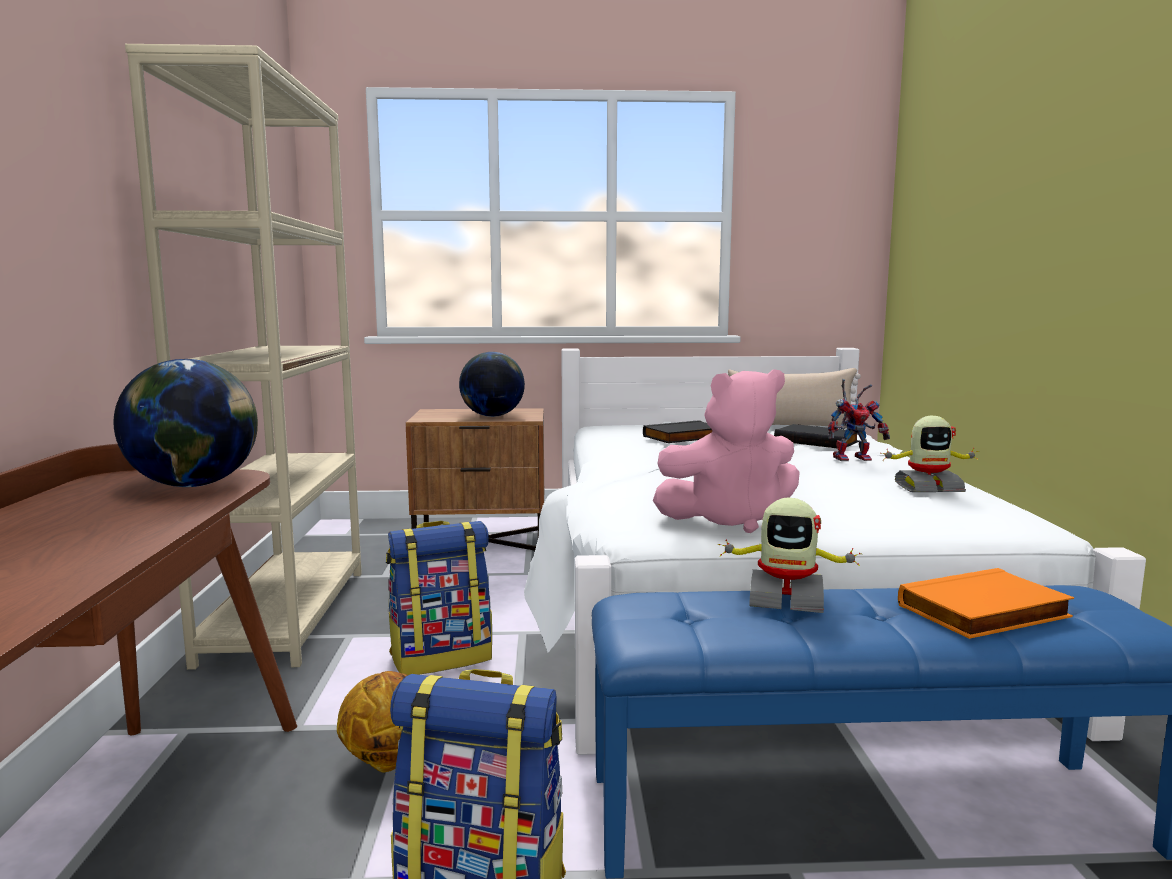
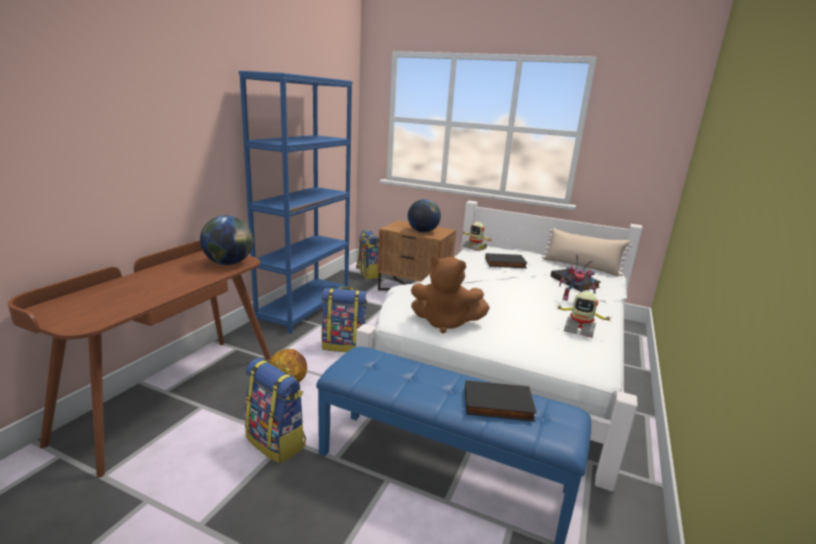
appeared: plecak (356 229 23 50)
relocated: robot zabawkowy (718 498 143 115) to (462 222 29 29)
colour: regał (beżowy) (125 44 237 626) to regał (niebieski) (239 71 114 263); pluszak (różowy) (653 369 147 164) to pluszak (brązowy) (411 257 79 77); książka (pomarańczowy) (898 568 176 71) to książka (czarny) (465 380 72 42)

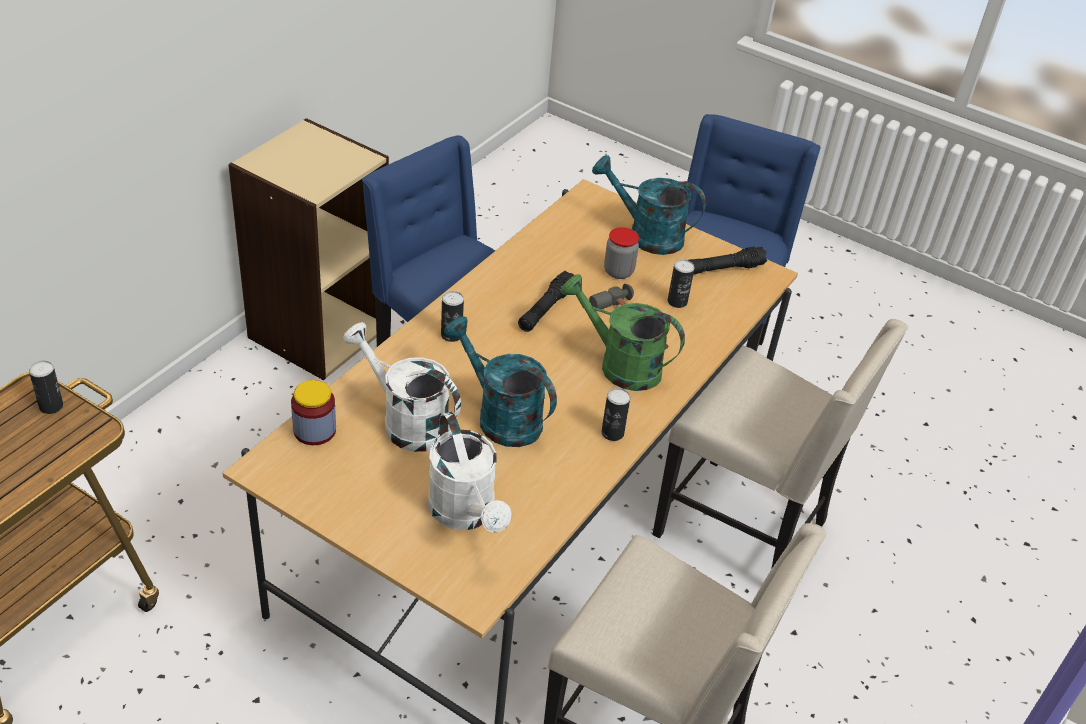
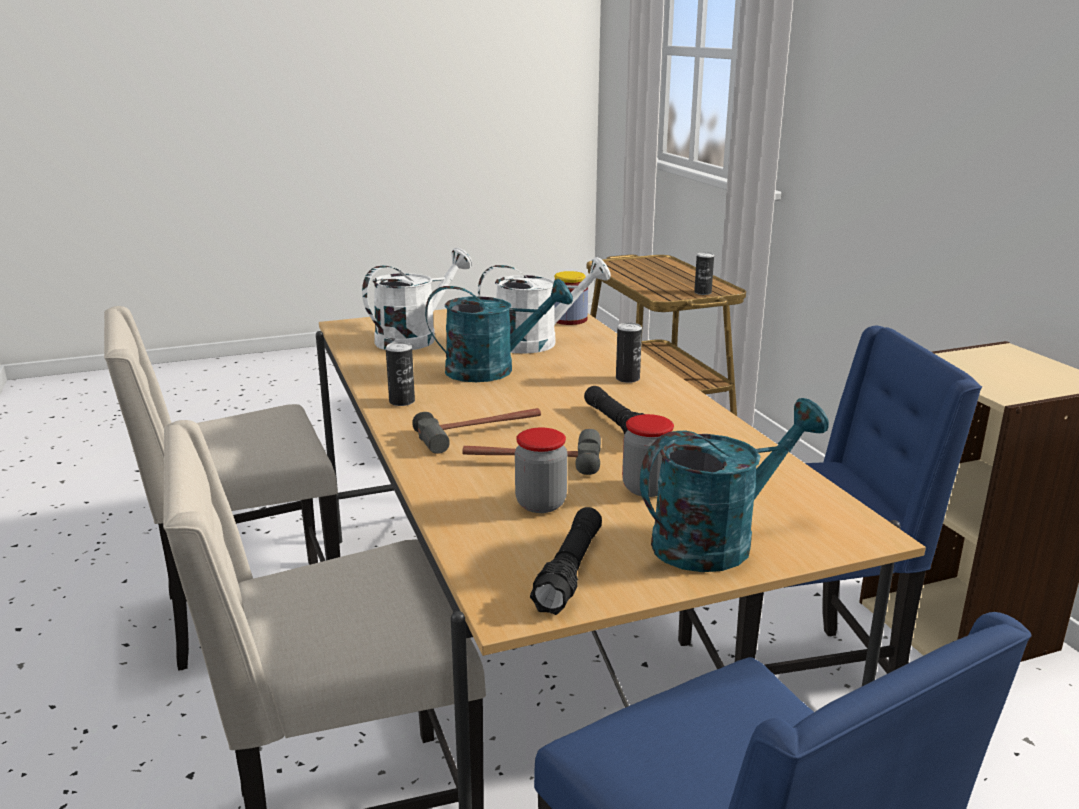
exchanged: konewka (zielony) (561 274 124 117) to młotek (412 408 129 46); puszka (667 259 28 49) to słoik (515 428 52 85)
spun: konewka (biały) (428 412 83 120) = (362 248 110 102) 120 degrees clockwise

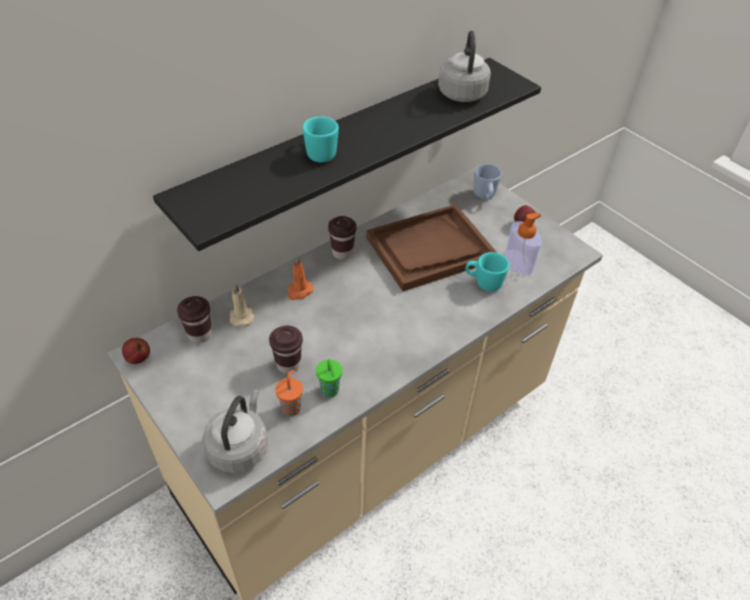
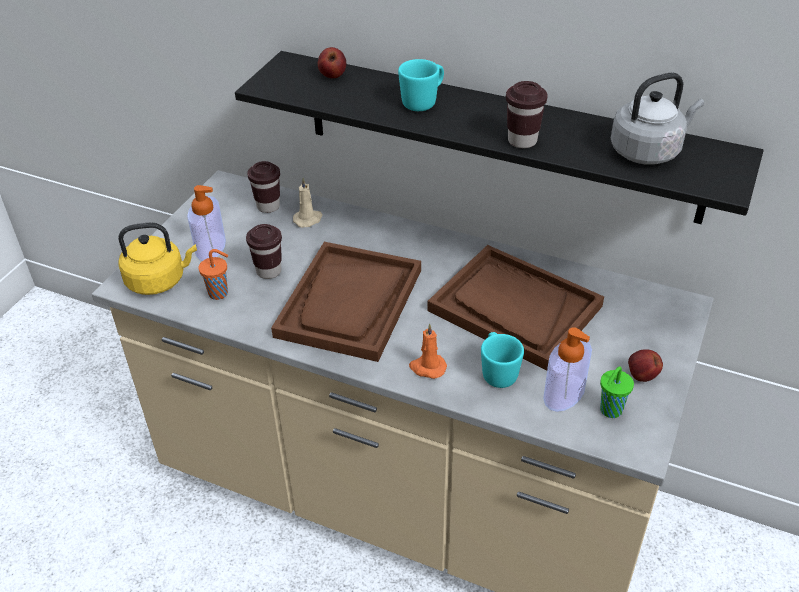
missing: kubek (niebieski) (474 164 28 36)
appeared: dozownik mydła (187 185 39 76); taca (brązowy) (271 242 150 120)
relocated: jabłko (122 338 28 26) to (318 47 28 31); świeca (pomarańczowy) (288 257 26 43) to (409 323 38 56); filiżanka (zielony) (316 359 27 38) to (600 366 34 52); filiżanka (brązowy) (328 216 29 44) to (506 81 42 67)
colour: czajnik (szary) (203 389 65 84) to czajnik (żółty) (118 222 79 73)

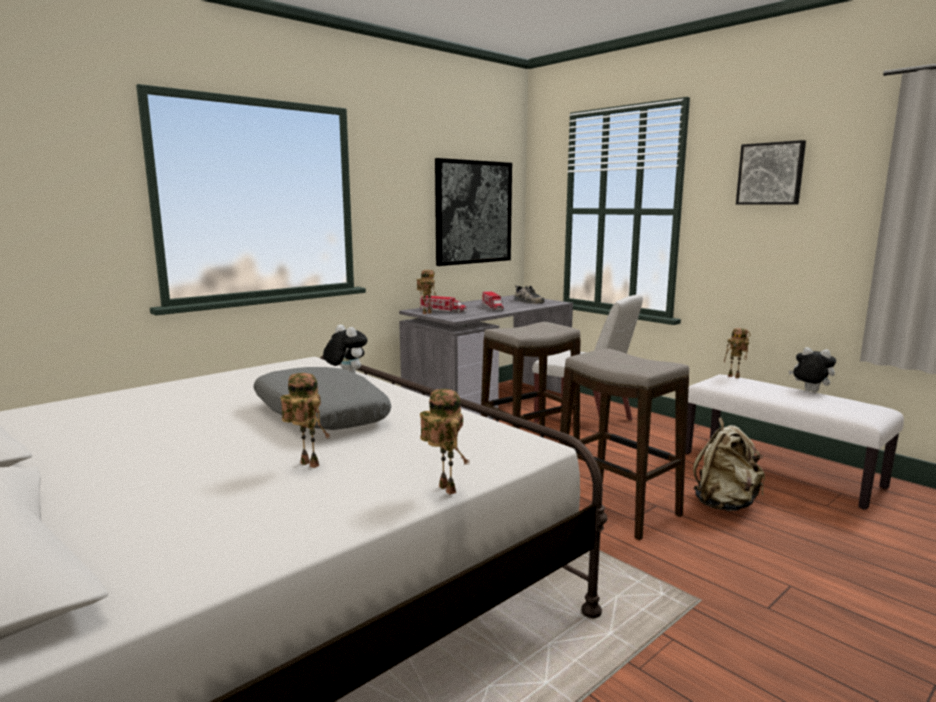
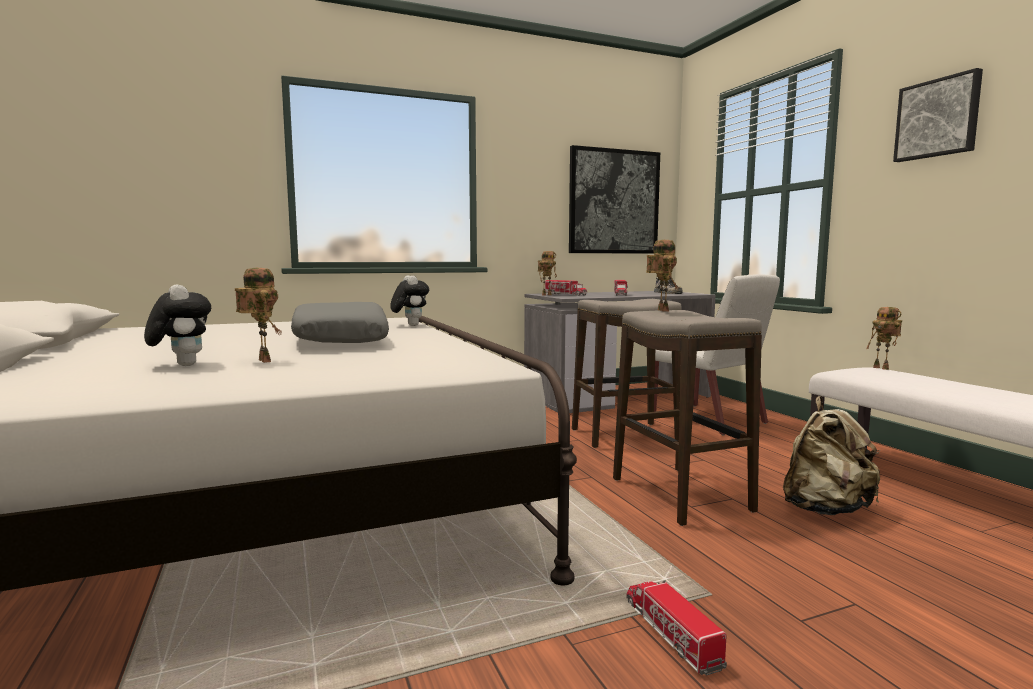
appeared: ciężarówka zabawkowa (627 580 100 96)
relocated: robot zabawkowy (420 389 49 106) to (646 240 33 72); pluszak (788 347 48 45) to (144 285 67 81)

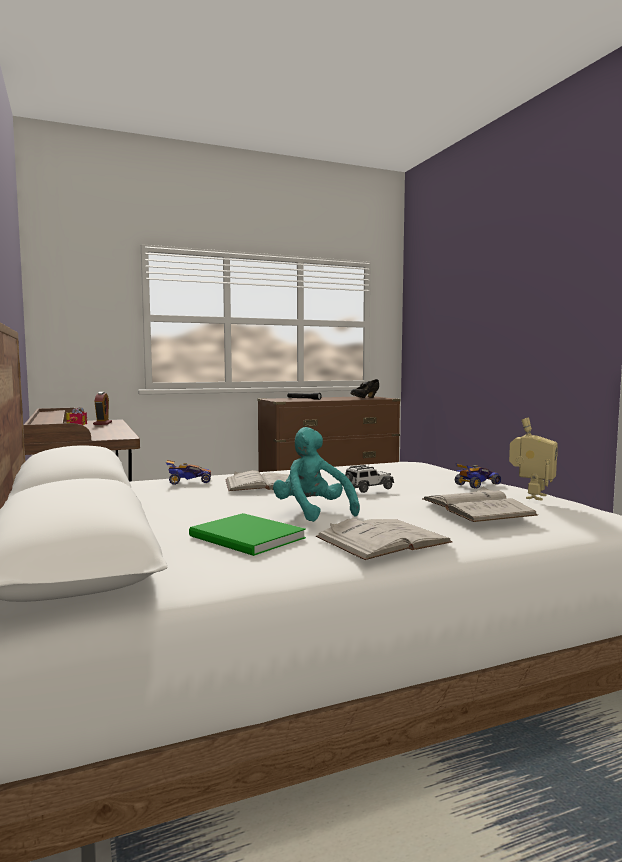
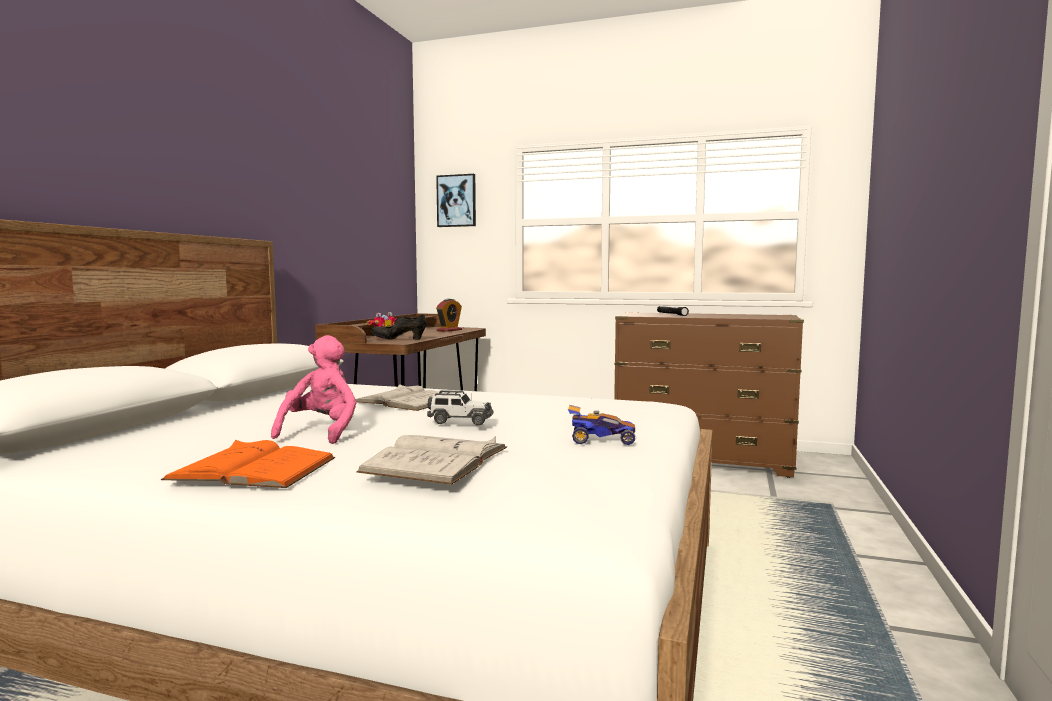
missing: samochodzik (166 460 45 25); książka (zielony) (189 513 117 43); robot zabawkowy (509 417 49 84)
appeared: obraz (436 174 40 53)
relocated: but (czarny) (350 379 29 19) to (371 314 56 26)
colour: pluszak (turkusowy) (273 427 87 95) to pluszak (różowy) (271 335 85 109); książka (biały) (316 518 137 42) to książka (pomarańczowy) (161 440 174 48)

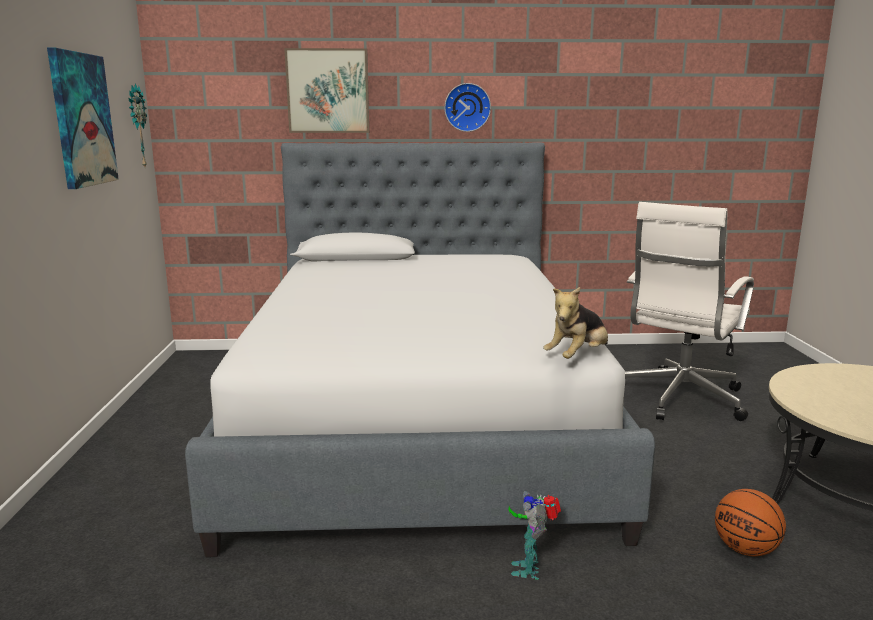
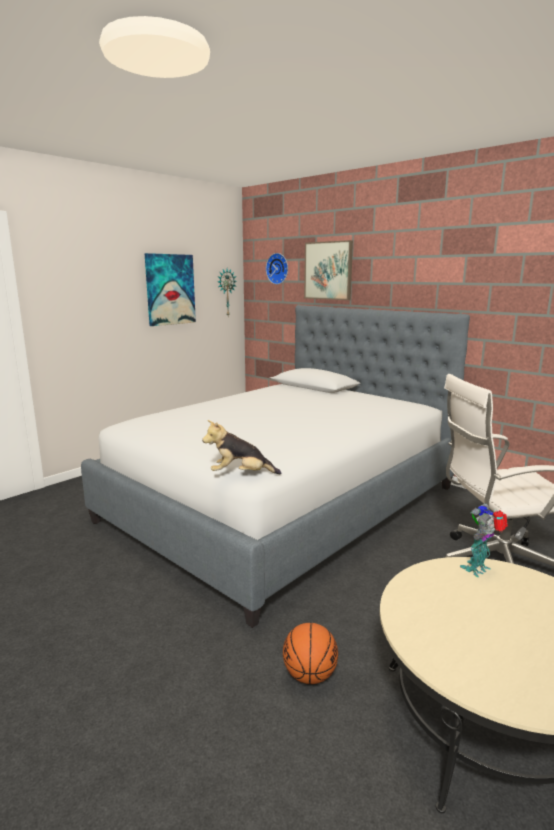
relocated: zegar ścienny (444 83 47 49) to (266 253 22 31); robot zabawkowy (509 491 52 89) to (460 504 48 73)

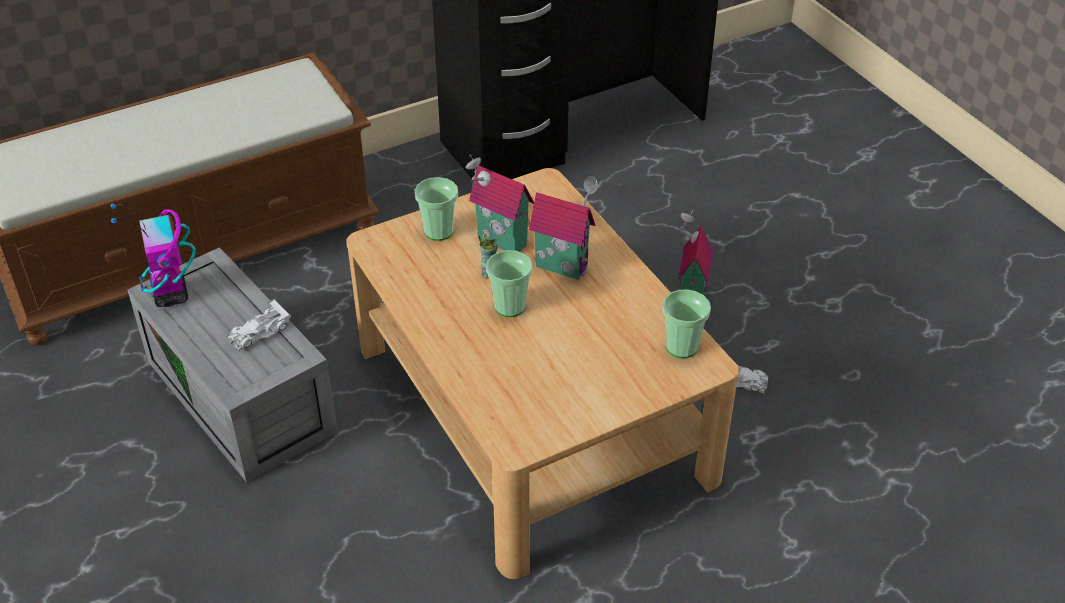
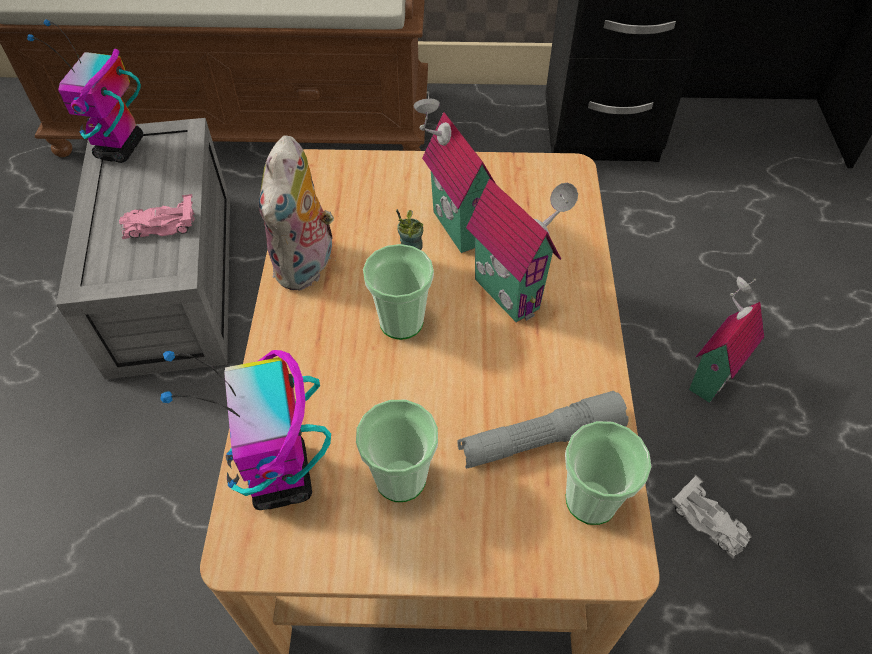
appeared: robot zabawkowy (160 350 171 160); pluszak (259 135 75 155); latarka (szary) (457 391 172 78)
relocated: filiżanka (415 177 43 64) to (356 400 82 102)
colour: samochodzik (biały) (227 299 64 53) to samochodzik (różowy) (119 194 76 45)

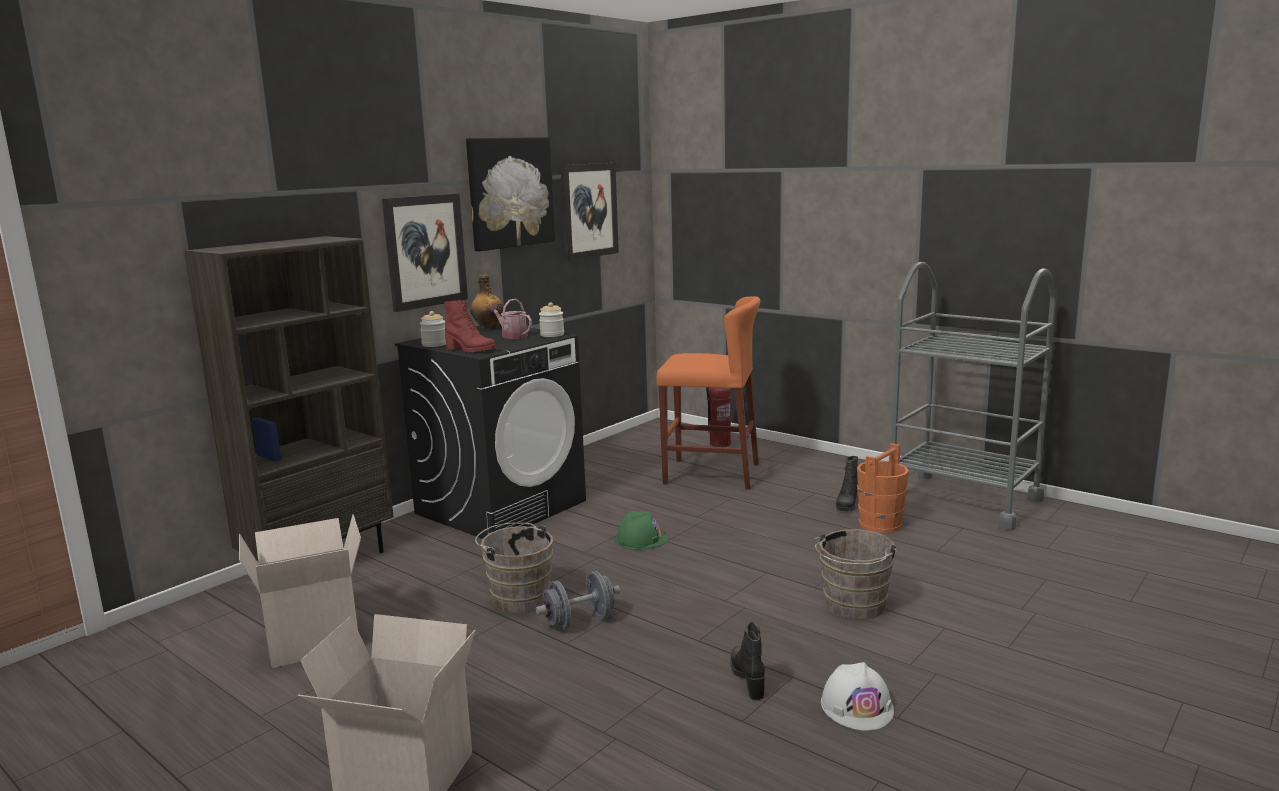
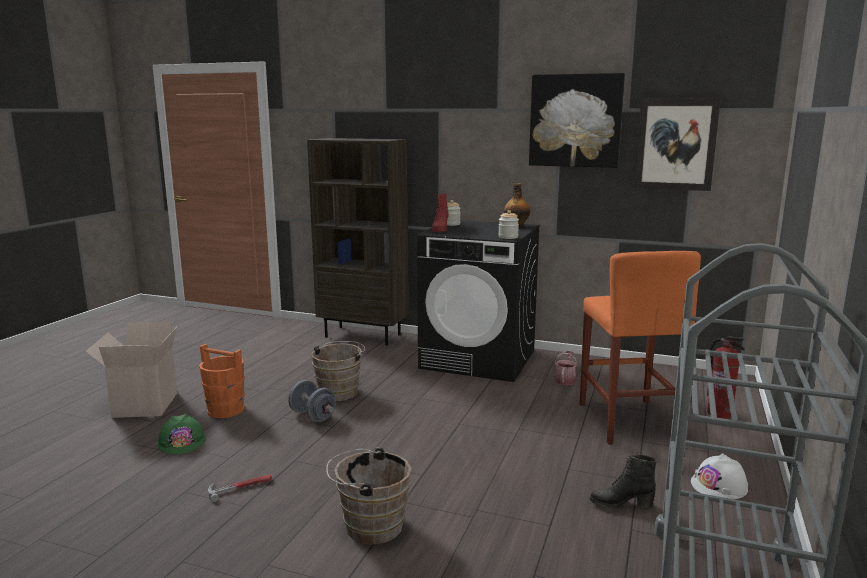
missing: karton (239 514 122 154); obraz (382 193 86 119)
relocated: konewka (488 299 44 40) to (555 351 23 34); kask (zielony) (615 511 53 39) to (157 414 49 40); kask (biały) (821 662 73 69) to (691 453 57 46); wiadro (pomarańczowy) (857 443 52 90) to (199 344 46 74)
exchanged: but z cholewką (czarny) (730 621 35 79) to młotek (208 474 64 28)

